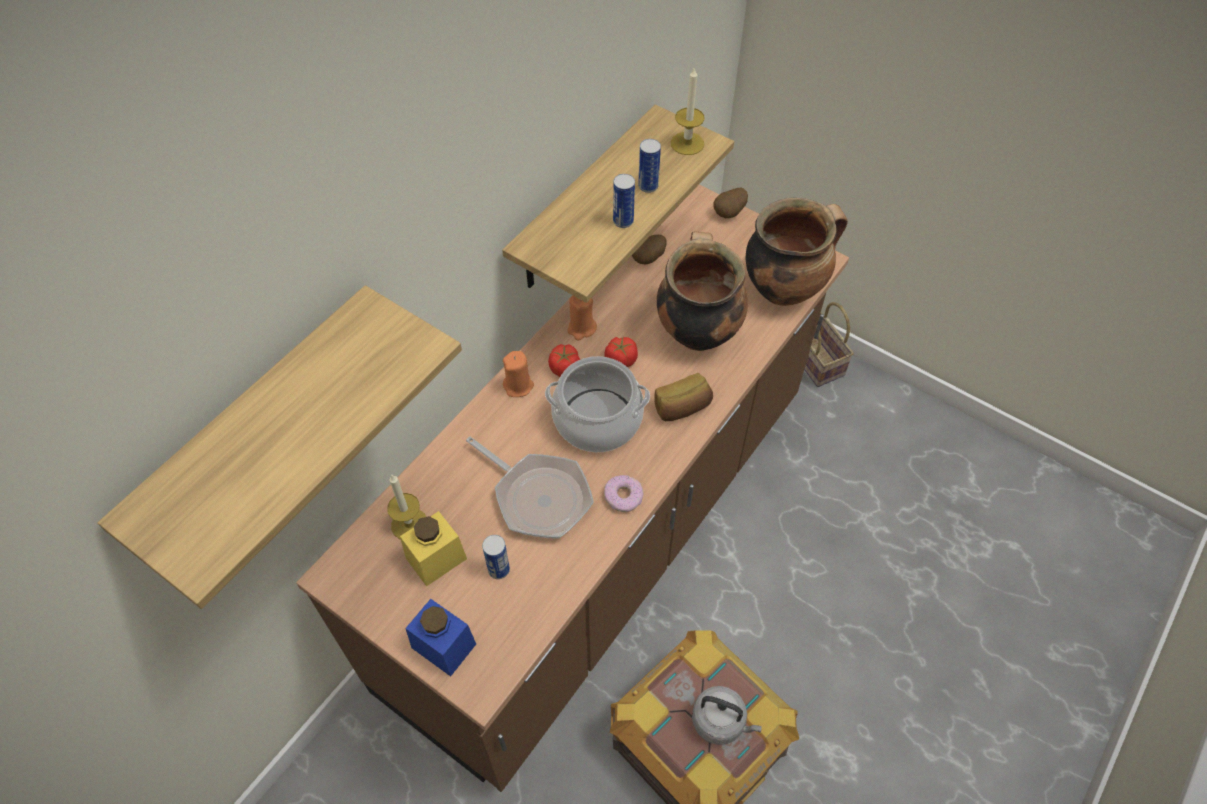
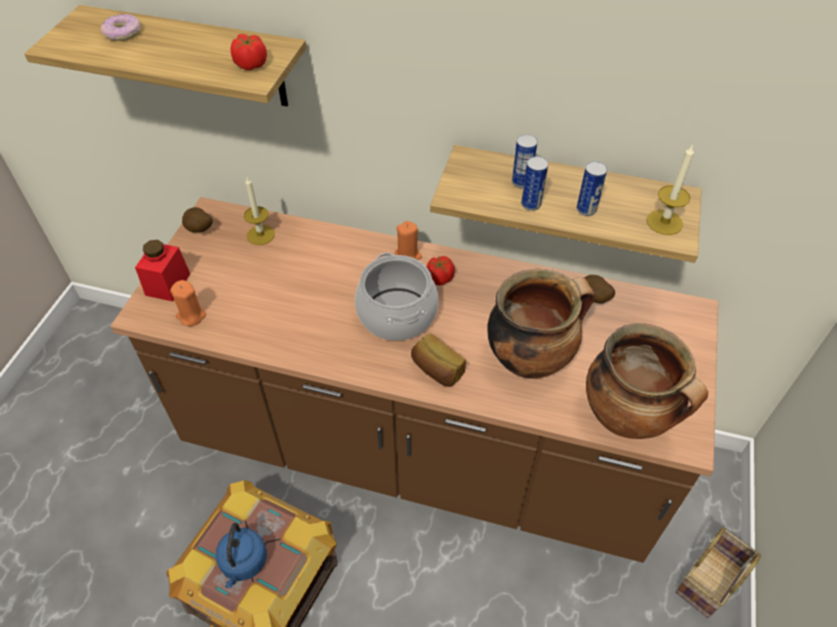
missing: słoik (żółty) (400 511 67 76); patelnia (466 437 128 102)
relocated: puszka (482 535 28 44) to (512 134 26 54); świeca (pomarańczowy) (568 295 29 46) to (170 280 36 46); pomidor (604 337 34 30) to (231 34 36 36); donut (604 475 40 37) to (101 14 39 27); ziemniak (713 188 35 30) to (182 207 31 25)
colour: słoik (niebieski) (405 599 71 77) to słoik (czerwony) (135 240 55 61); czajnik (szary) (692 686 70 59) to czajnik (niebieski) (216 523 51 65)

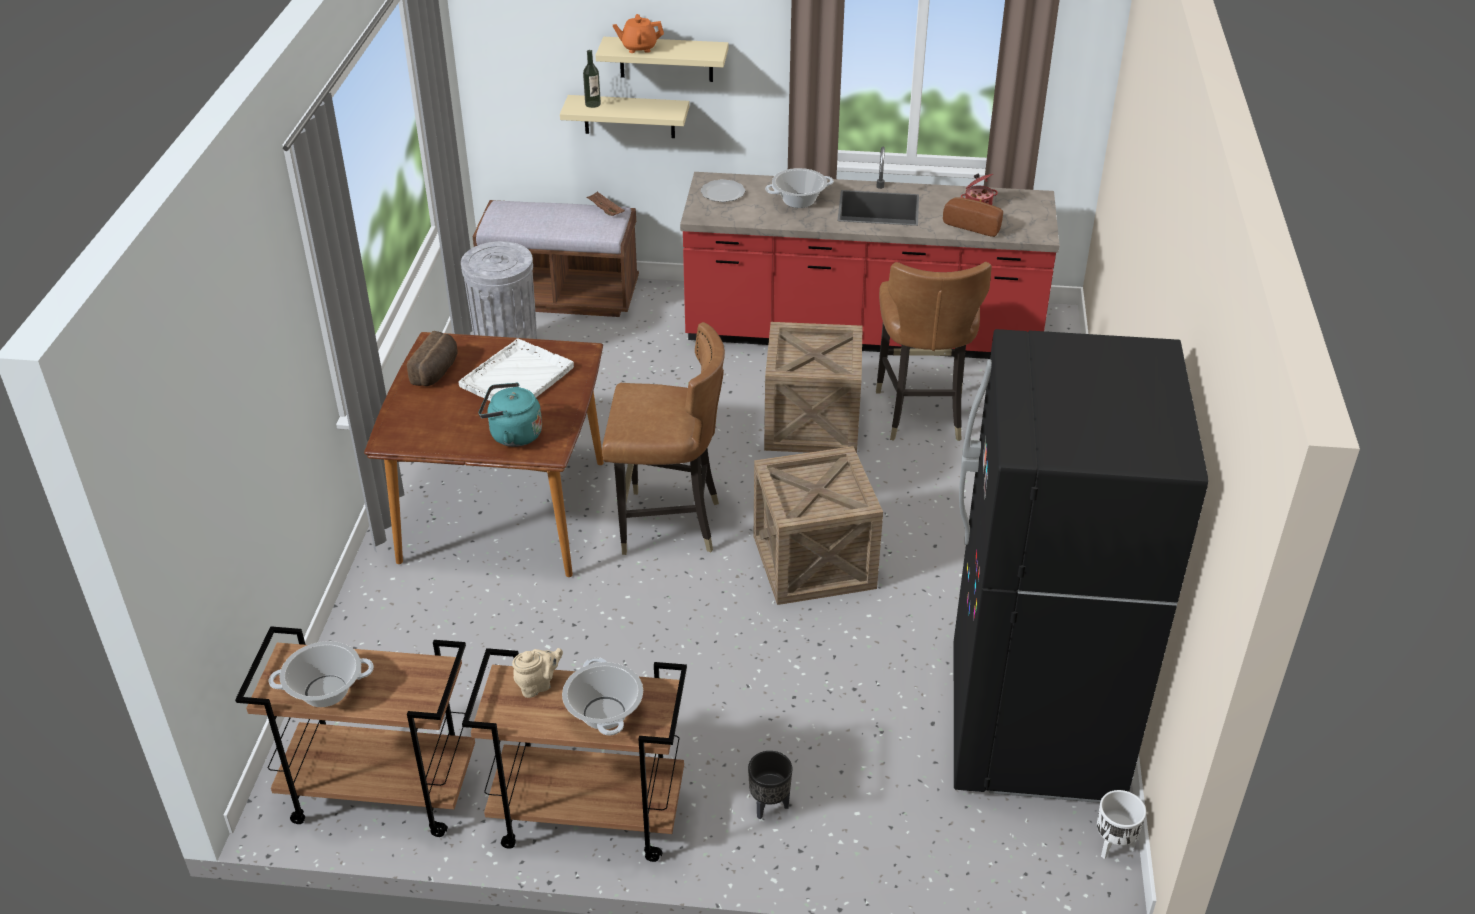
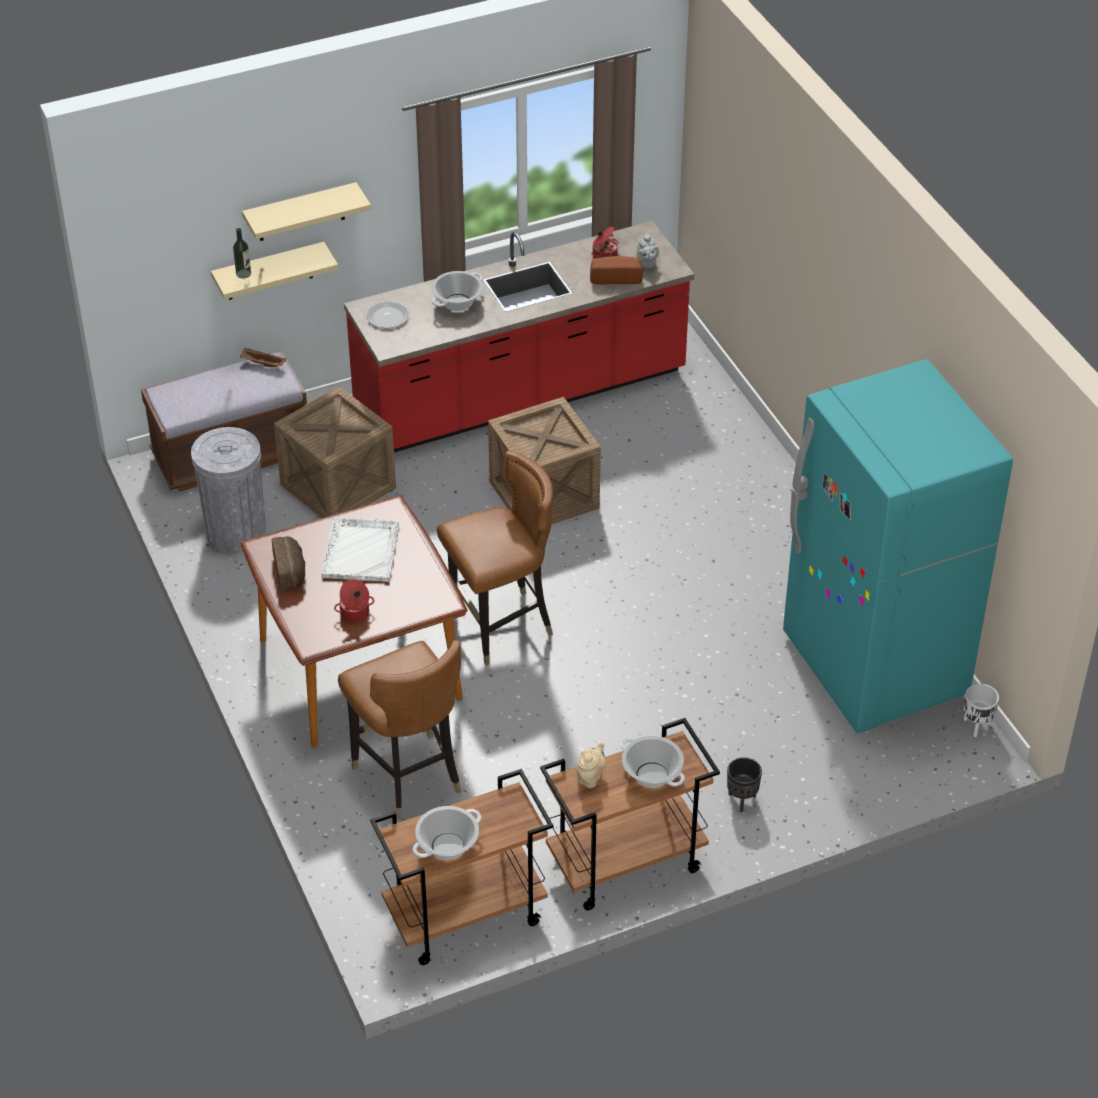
missing: czajnik (turkusowy) (479 383 63 64); imbryk (pomarańczowy) (613 14 51 39)
appeared: garnek (334 579 40 43); imbryk (szary) (637 232 22 37)
relocated: skrzynka (754 446 129 159) to (274 386 122 132); krzesło (brązowy) (876 262 116 179) to (338 640 124 179)
colour: lodówka (czarny) (954 329 254 474) to lodówka (turkusowy) (783 359 230 375)

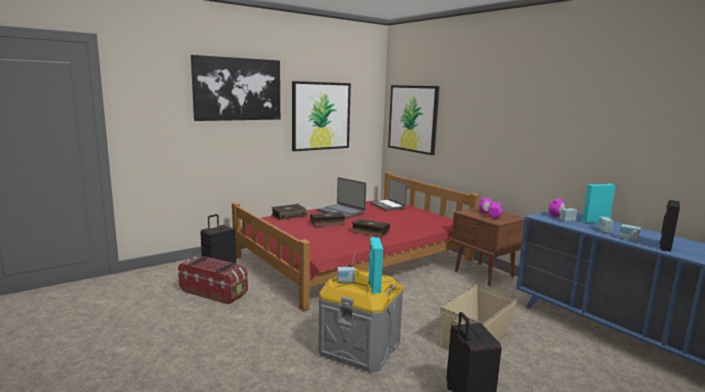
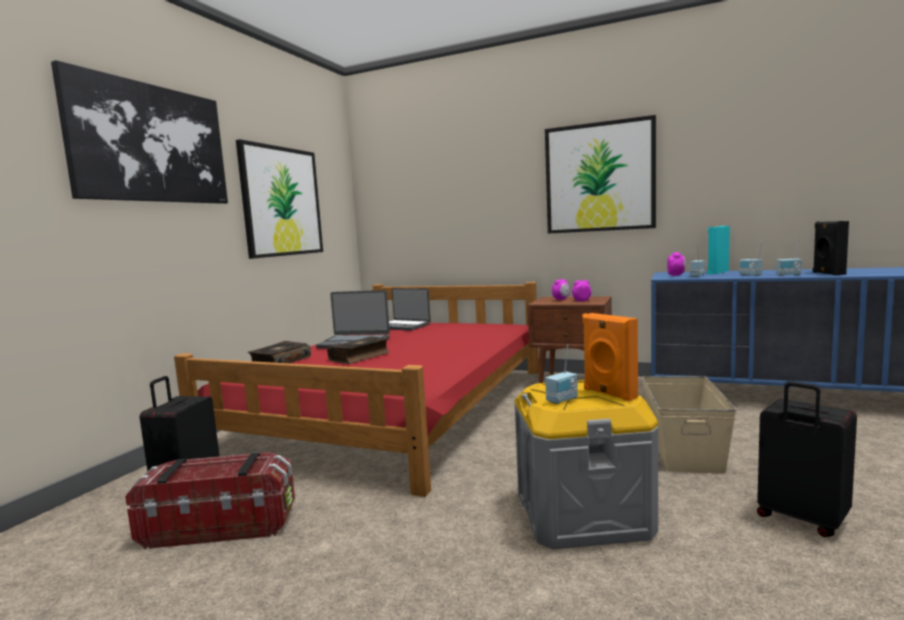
missing: książka (351 219 39 18)
relocated: obraz (388 85 51 70) to (545 115 111 119)
colour: głośnik (turkusowy) (368 237 15 57) to głośnik (pomarańczowy) (583 313 55 88)

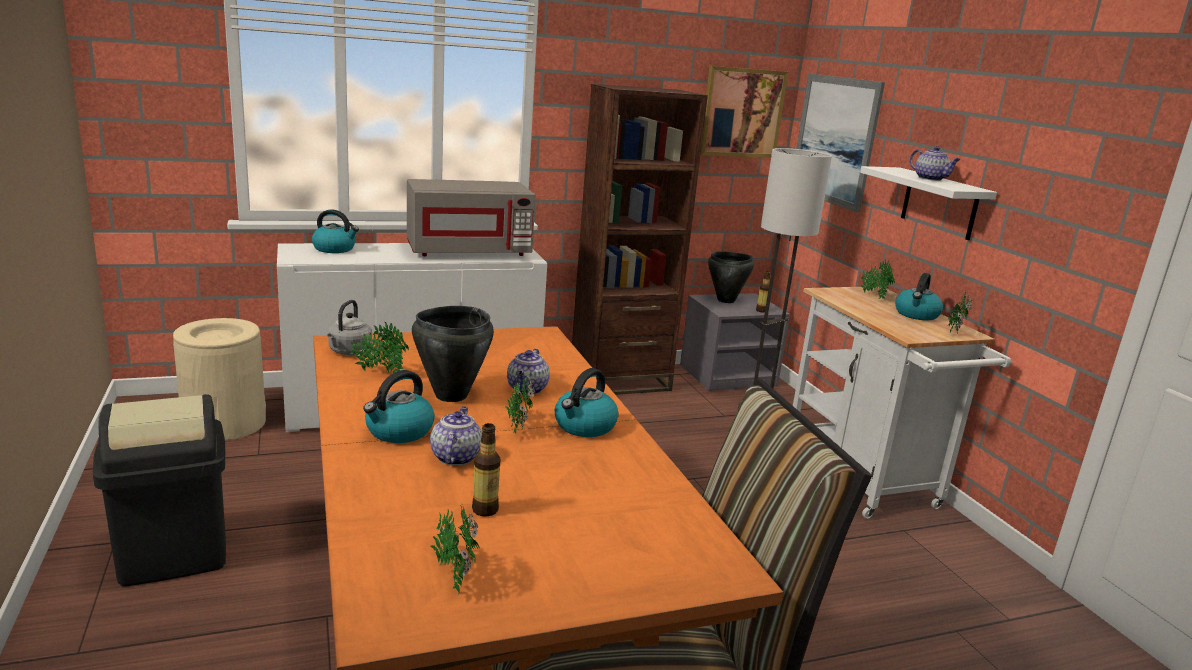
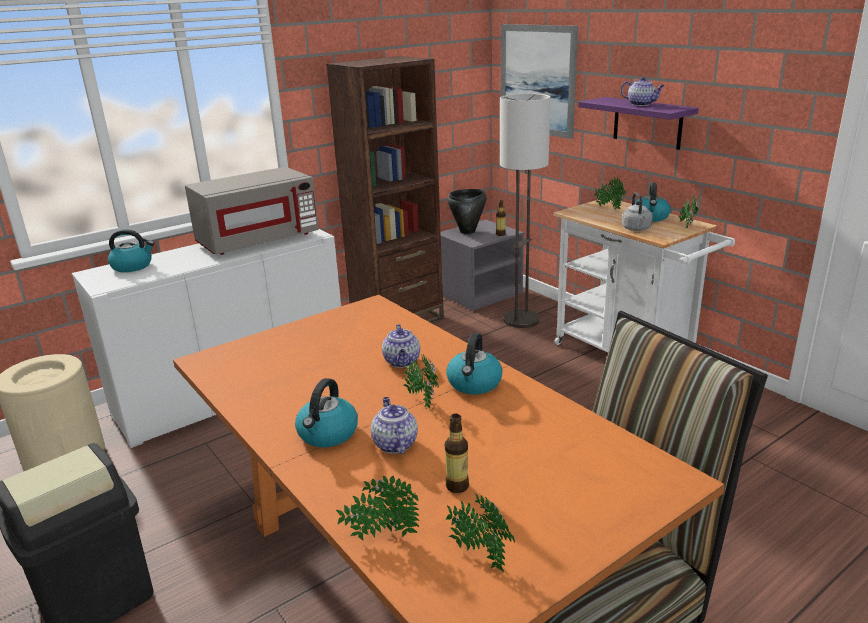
missing: garnek (czarny) (412 306 82 96); obraz (701 66 87 92)
relocated: czajnik (szary) (327 300 45 55) to (622 192 31 39); roślina doniczkowa (350 322 59 52) to (336 476 83 65)
colour: półka (biały) (860 166 137 74) to półka (fioletowy) (578 97 121 53)

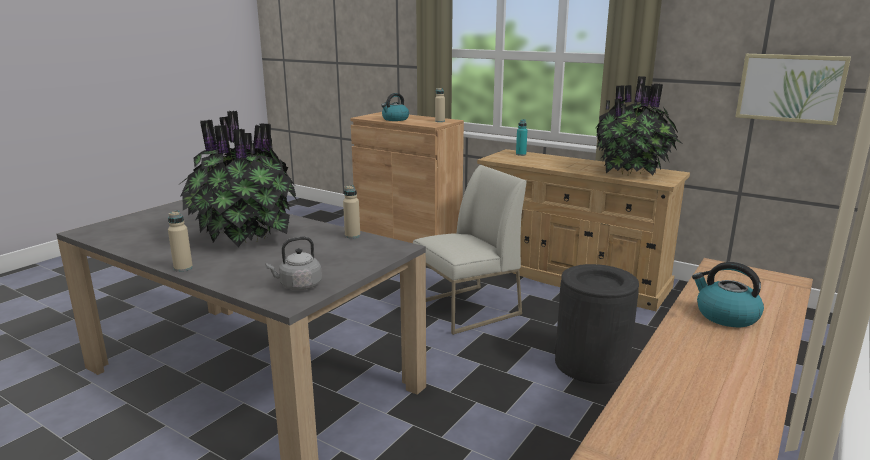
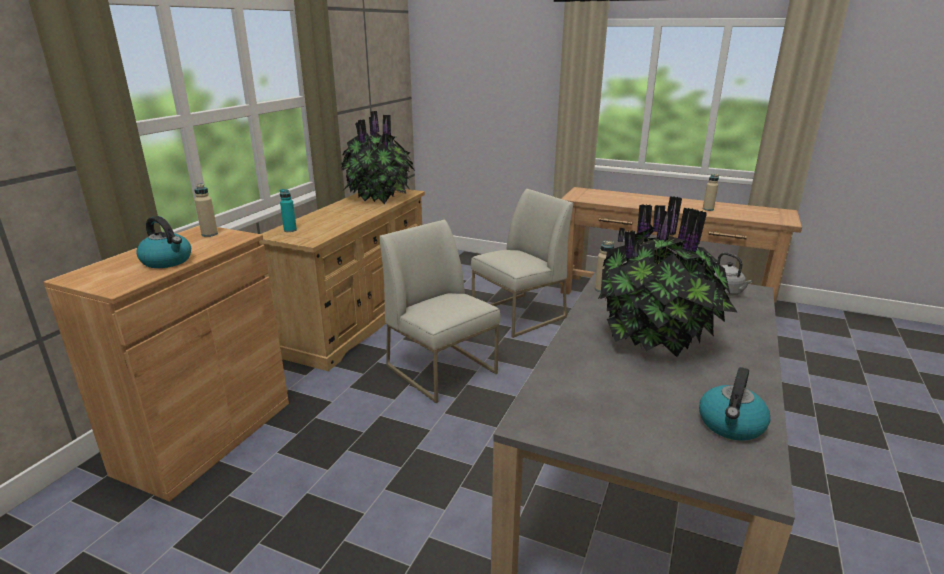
missing: obraz (735 54 116 71)
relocated: butelka (beżowy) (168 211 25 61) to (703 174 16 37); czajnik (692 262 72 65) to (699 367 71 74)
exchanged: kosz na śmieci (czarny) (555 264 84 120) to krzesło (biały) (471 189 102 149)

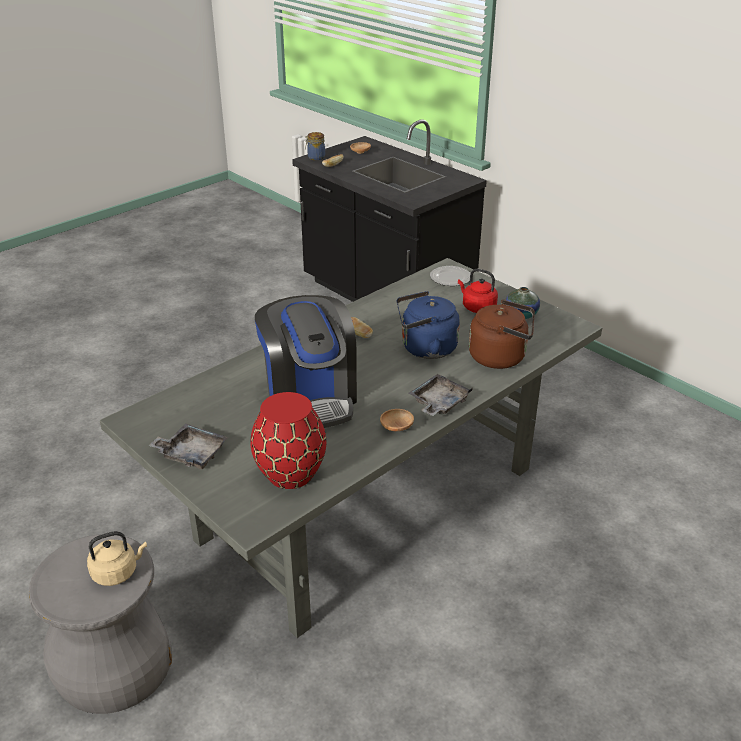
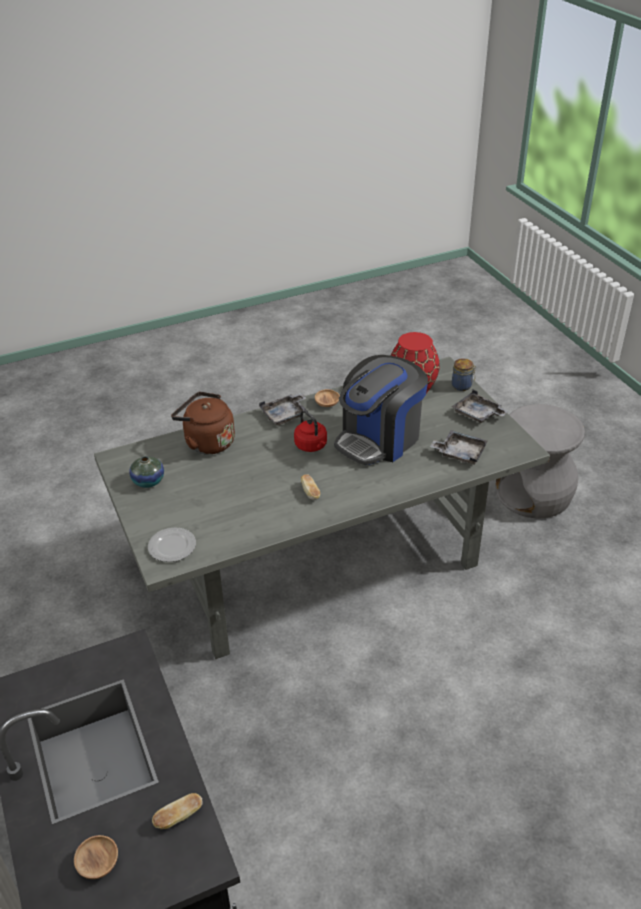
missing: czajnik (beżowy) (87 531 60 55); czajnik (niebieski) (397 291 63 68)
appeared: taca (szary) (430 430 58 35)
relocated: słoik (305 132 20 28) to (452 358 24 33); czajnik (czerwony) (458 269 40 44) to (294 410 33 42)
spun: ekspres do kawy (255 295 102 133) = (334 355 94 110) 135 degrees counterclockwise

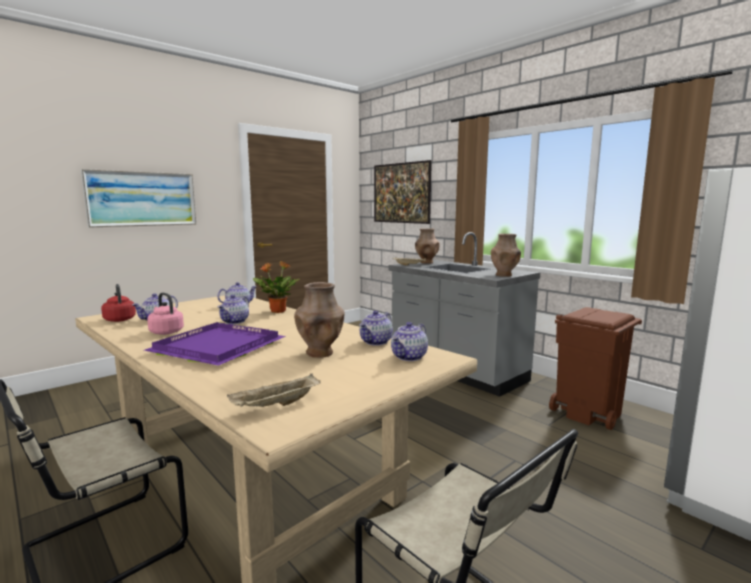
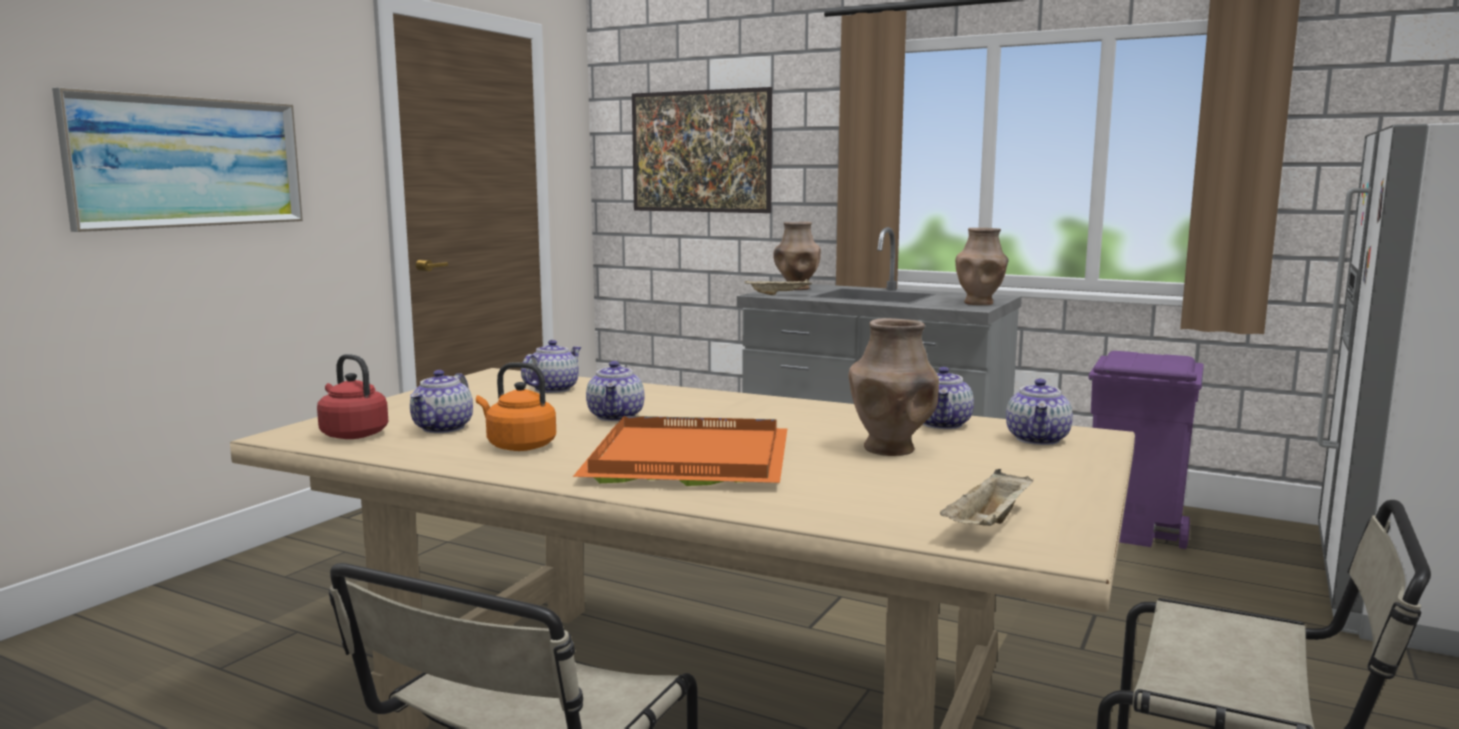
missing: roślina doniczkowa (253 261 47 52)
colour: taca (fioletowy) (144 322 142 44) to taca (pomarańczowy) (573 416 214 70); czajnik (różowy) (147 293 37 42) to czajnik (pomarańczowy) (476 362 80 89); kosz na śmieci (brązowy) (549 307 93 123) to kosz na śmieci (fioletowy) (1088 351 116 198)

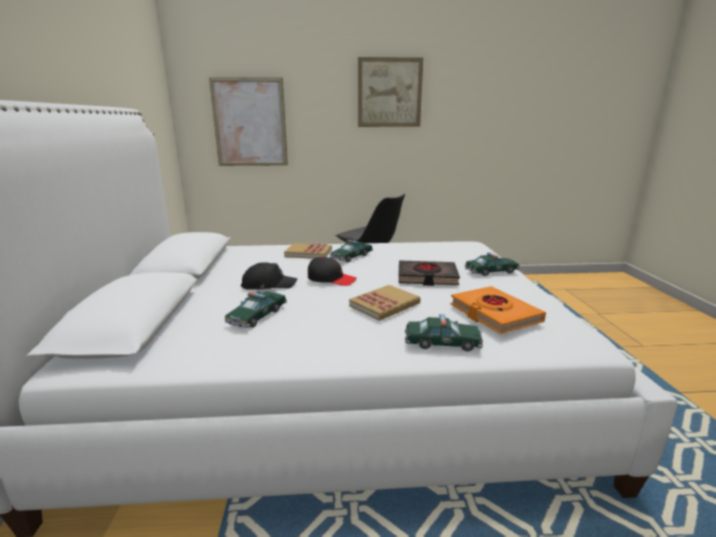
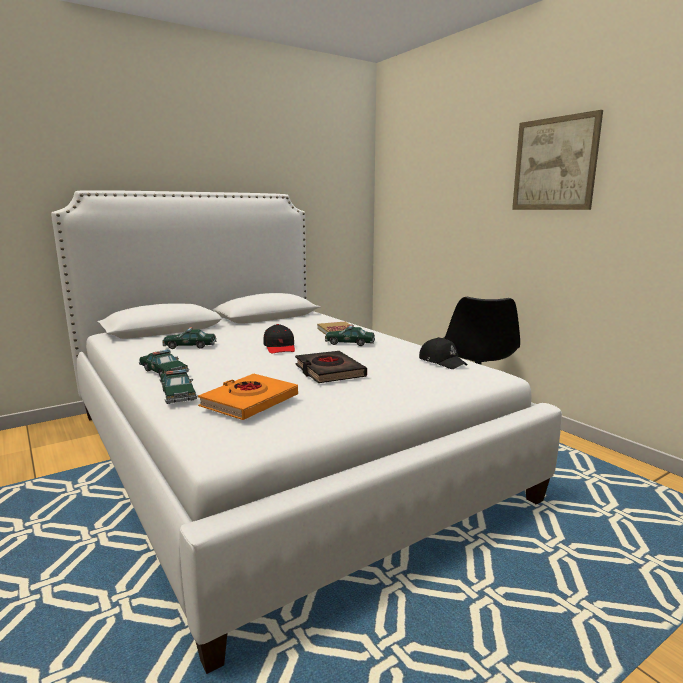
missing: obraz (209 77 79 89); książka (349 285 72 36)
relocated: czapka z daszkiem (czarny) (241 262 56 28) to (419 337 48 32); samochodzik (465 252 54 24) to (138 349 51 29)

